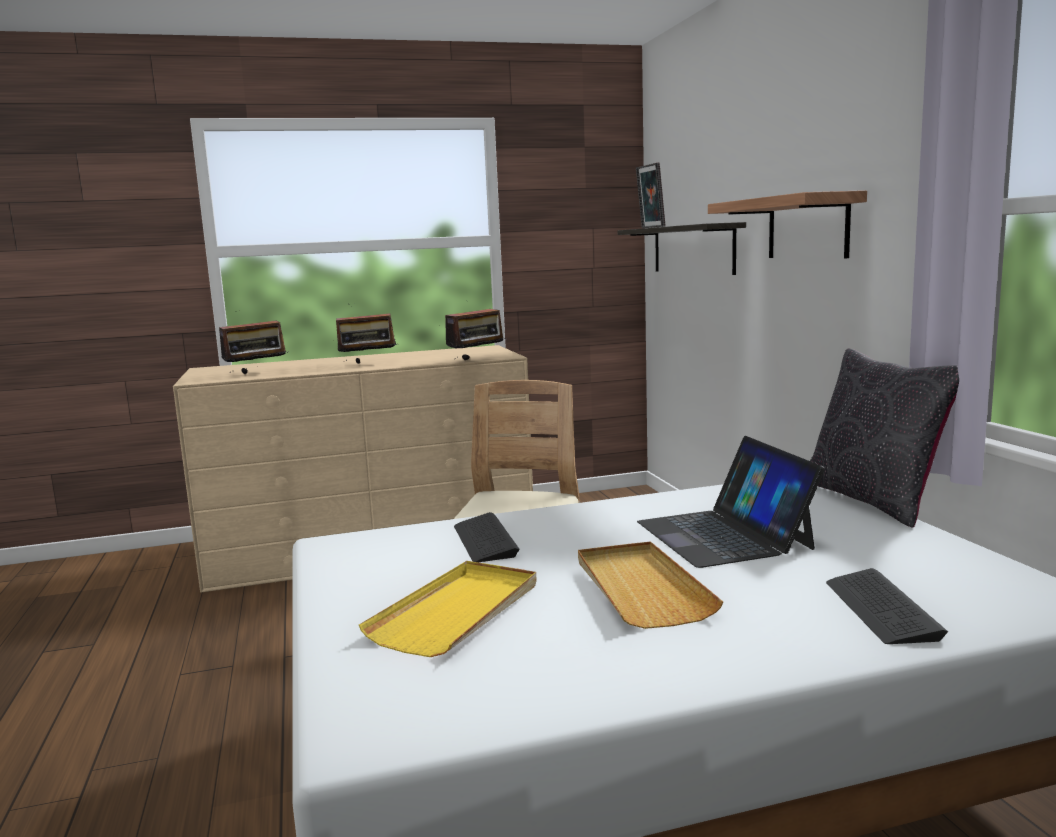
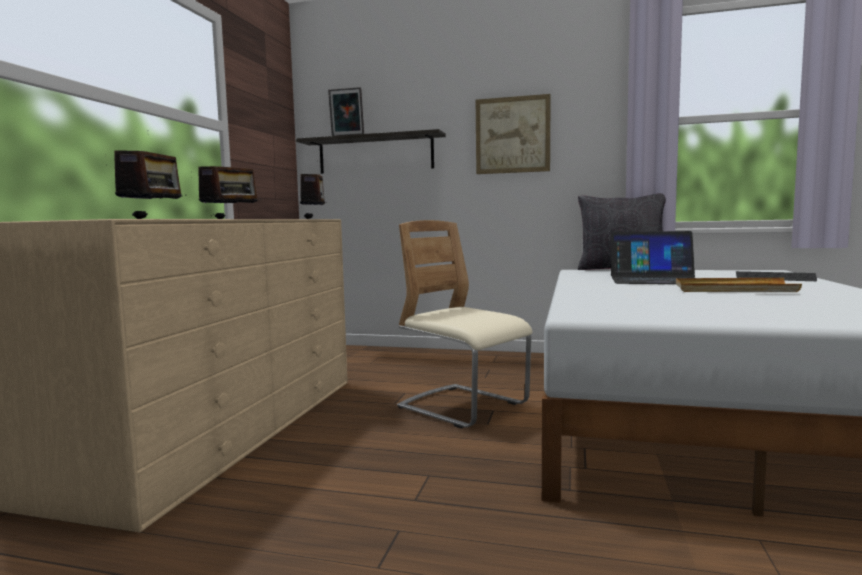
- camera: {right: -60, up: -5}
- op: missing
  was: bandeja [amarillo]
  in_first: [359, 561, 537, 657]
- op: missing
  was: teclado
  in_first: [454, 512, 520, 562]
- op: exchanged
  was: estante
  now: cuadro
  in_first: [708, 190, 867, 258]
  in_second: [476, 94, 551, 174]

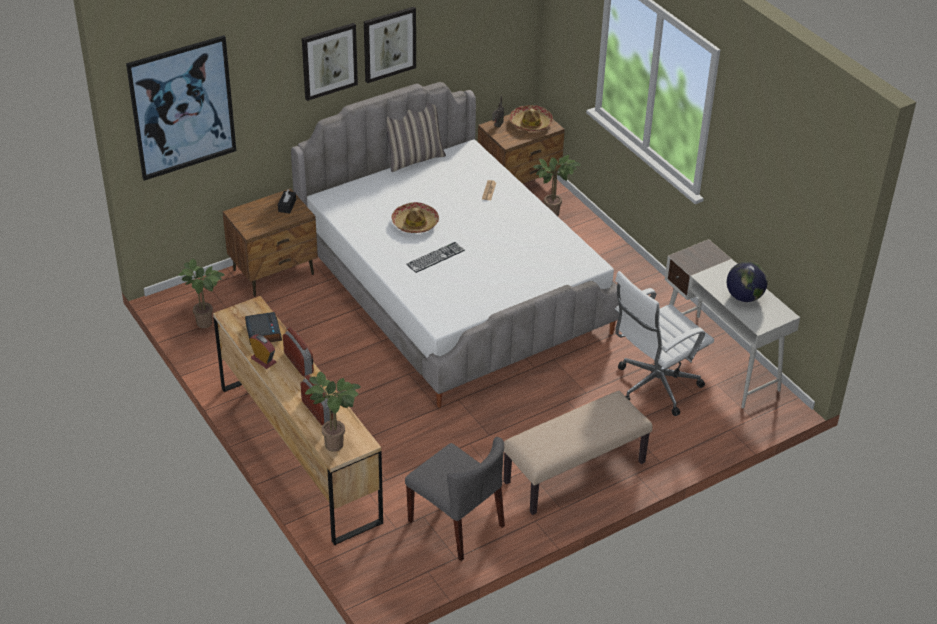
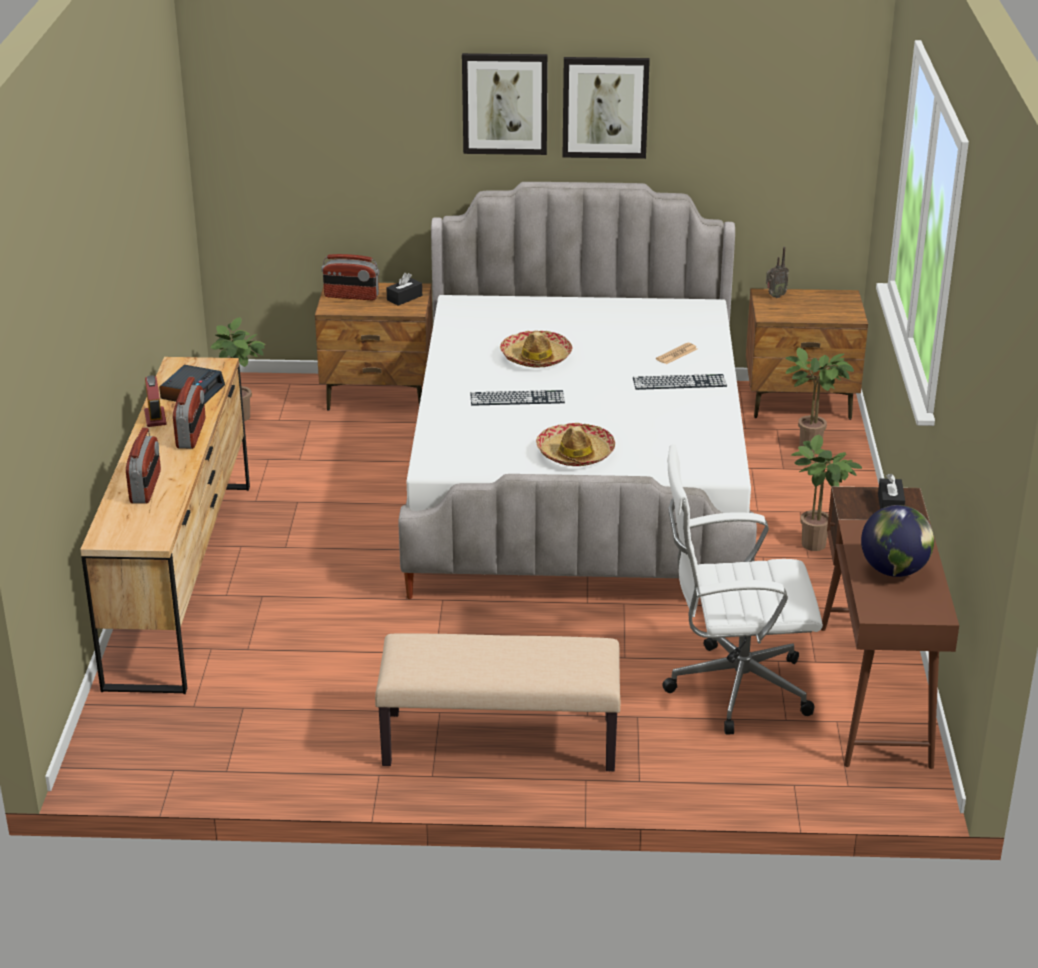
- camera: {right: 35, up: -10}
- op: missing
  was: cuadro
  in_first: [126, 35, 236, 181]
- op: relocated
  was: planta en maceta
  in_first: [305, 372, 361, 452]
  in_second: [791, 435, 862, 551]
- op: missing
  was: cojín
  in_first: [387, 103, 446, 172]
- op: missing
  was: silla [gris]
  in_first: [405, 437, 505, 561]
- op: relocated
  was: sombrero
  in_first: [509, 105, 553, 131]
  in_second: [536, 423, 615, 466]
- op: colour
  was: escritorio [blanco]
  now: escritorio [marrón]
  in_first: [665, 239, 800, 408]
  in_second: [821, 486, 959, 769]
- op: appeared
  now: radio
  in_second: [321, 254, 379, 300]
- op: appeared
  now: teclado
  in_second: [633, 374, 727, 390]
- op: appeared
  now: caja de pañuelos [negro]
  in_second: [878, 474, 905, 509]

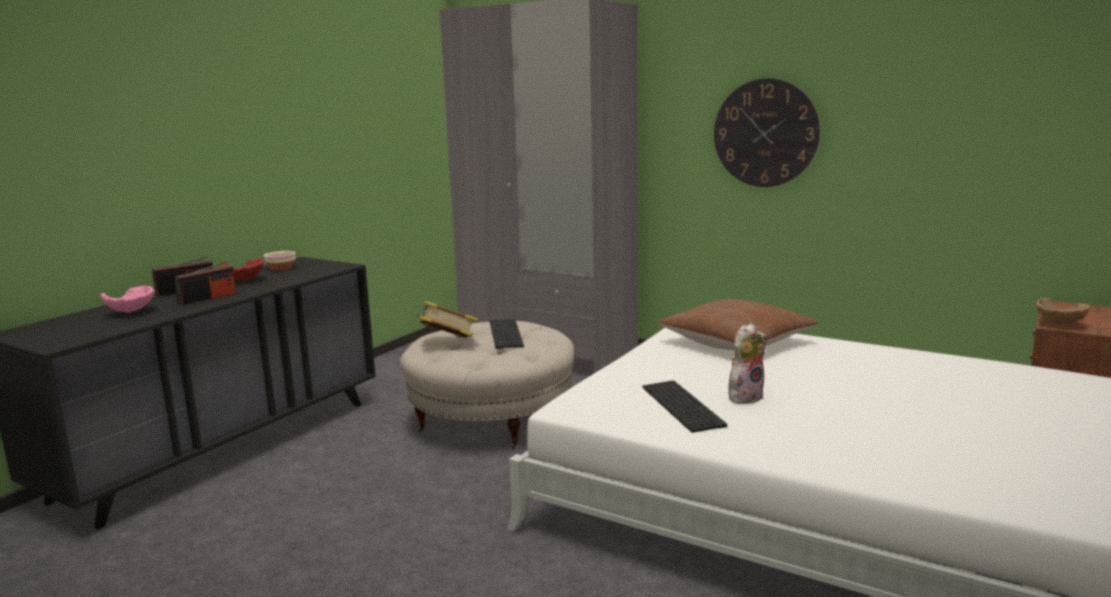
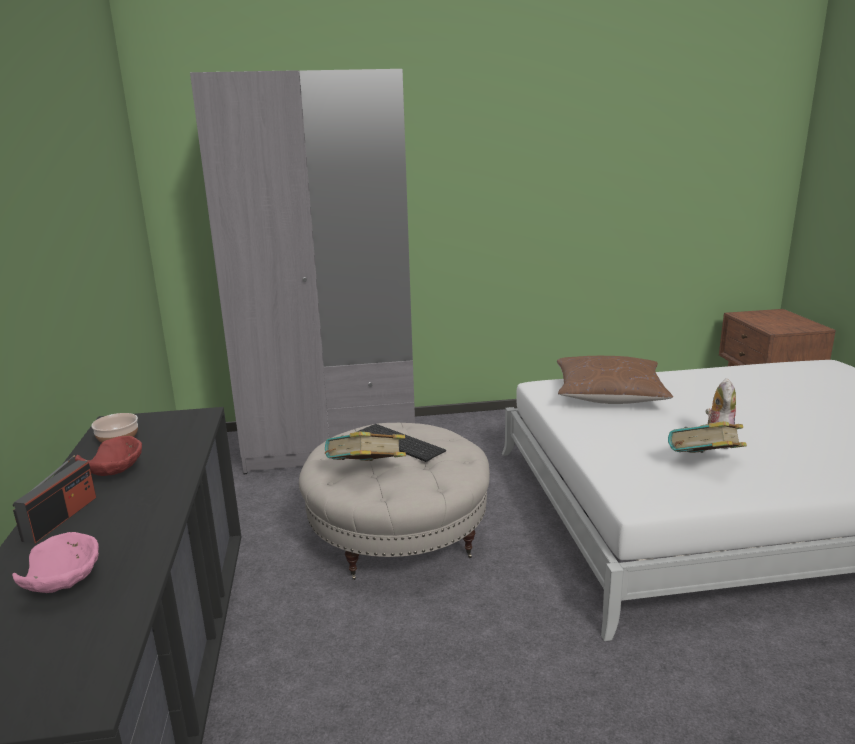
- camera: {right: -40, up: 5}
- op: missing
  was: radio
  in_first: [174, 261, 236, 306]
- op: exchanged
  was: teclado
  now: libro
  in_first: [642, 380, 727, 433]
  in_second: [668, 421, 747, 453]
- op: missing
  was: reloj de pared
  in_first: [714, 78, 820, 187]
- op: missing
  was: cuenco [marrón]
  in_first: [1036, 298, 1090, 324]

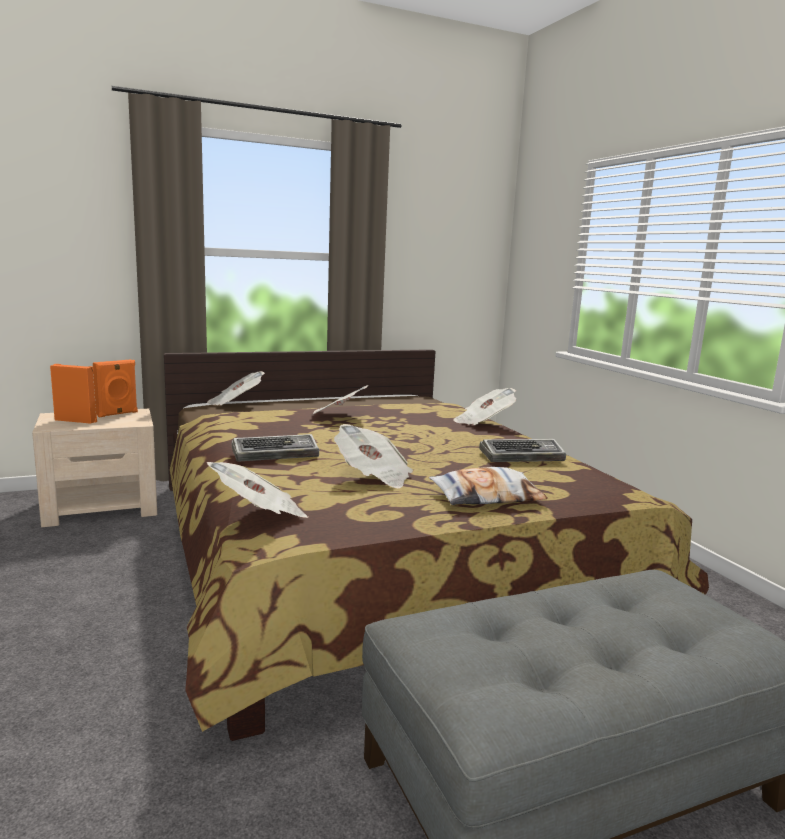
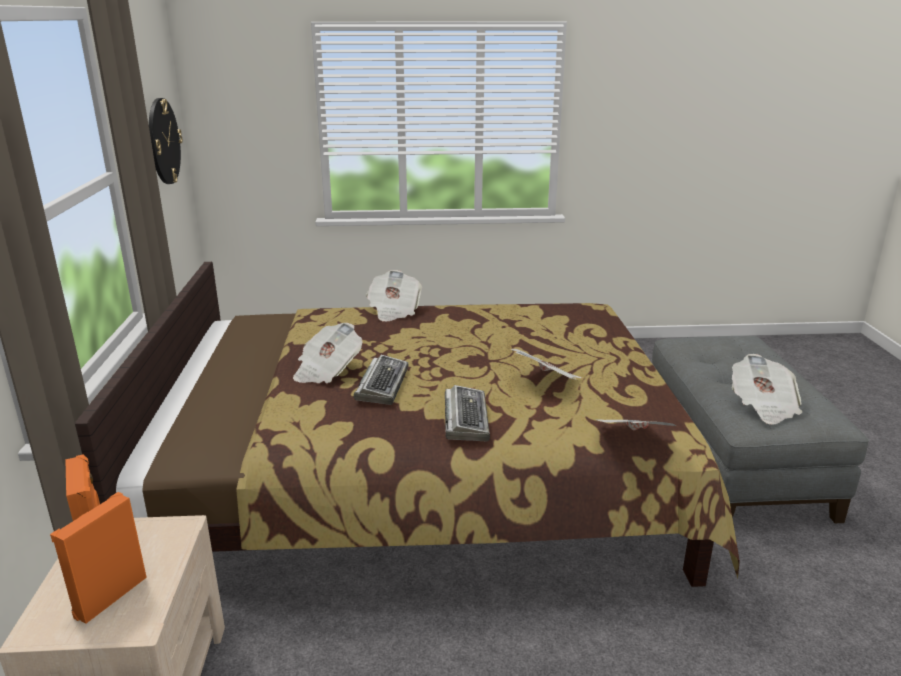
- camera: {right: -70, up: 10}
- op: relocated
  was: periódico
  in_first: [207, 371, 265, 405]
  in_second: [732, 354, 802, 425]
- op: missing
  was: cojín
  in_first: [429, 467, 548, 505]
- op: relocated
  was: teclado
  in_first: [479, 439, 566, 462]
  in_second: [354, 355, 409, 405]
- op: appeared
  now: reloj de pared
  in_second: [149, 98, 182, 184]

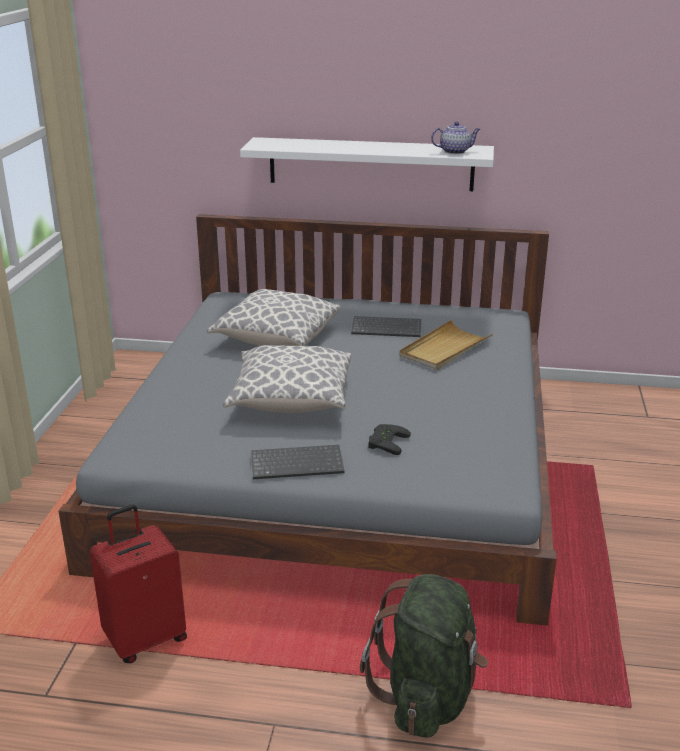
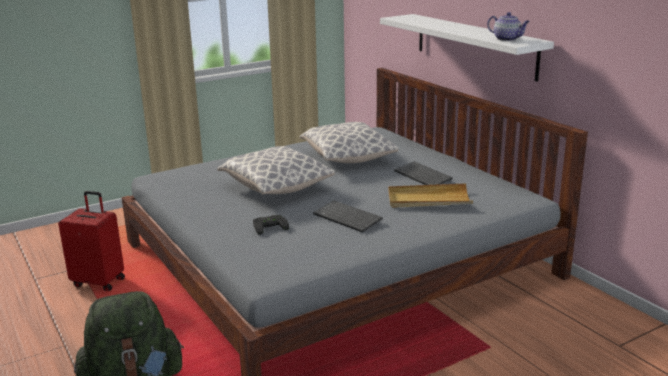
- camera: {right: 50, up: -5}
- op: relocated
  was: teclado
  in_first: [251, 445, 345, 479]
  in_second: [313, 200, 383, 233]

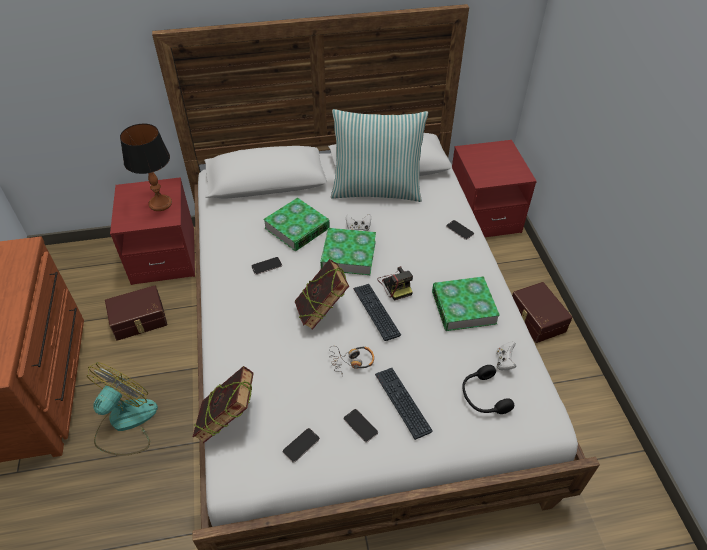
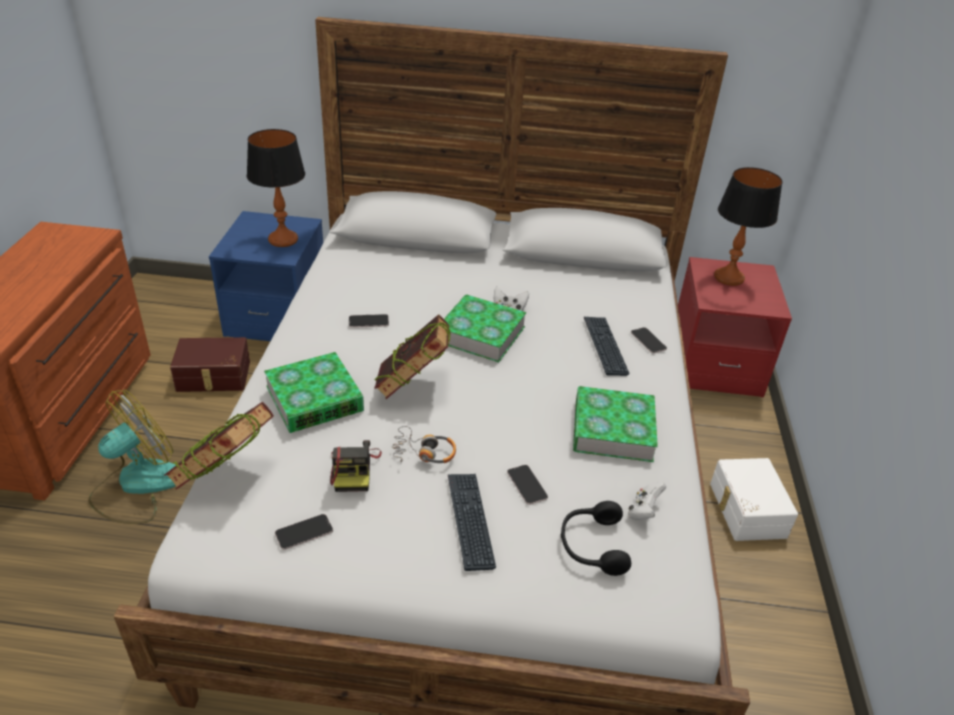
- camera: {right: 15, up: -10}
- op: colour
  was: mesita de noche [rojo]
  now: mesita de noche [azul]
  in_first: [110, 177, 195, 285]
  in_second: [209, 211, 323, 341]
- op: relocated
  was: libro
  in_first: [263, 198, 330, 251]
  in_second: [264, 352, 364, 433]
- op: missing
  was: cojín
  in_first: [331, 109, 428, 202]
- op: relocated
  was: móvil
  in_first: [344, 409, 378, 443]
  in_second: [507, 465, 548, 505]
- op: relocated
  was: teclado
  in_first: [353, 284, 401, 341]
  in_second: [584, 317, 630, 376]
- op: relocated
  was: cámara
  in_first: [378, 266, 413, 301]
  in_second: [330, 440, 382, 492]
- op: colour
  was: caja de almacenaje [marrón]
  now: caja de almacenaje [blanco]
  in_first: [512, 282, 572, 343]
  in_second: [710, 458, 798, 541]
- op: appeared
  now: lámpara de mesa
  in_second: [714, 167, 783, 286]

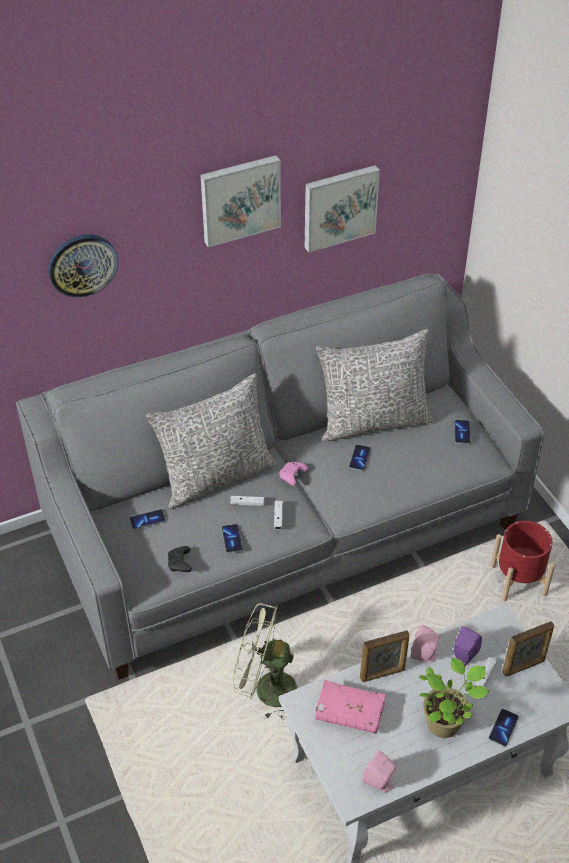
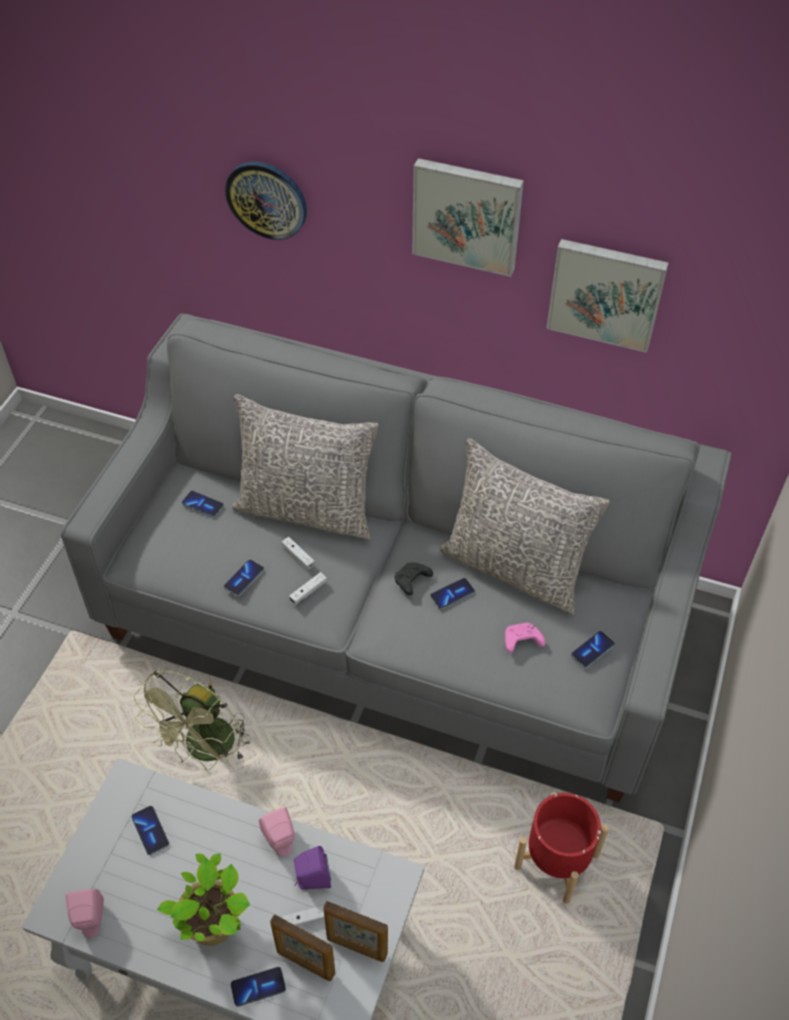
- camera: {right: 45, up: 5}
- op: relocated
  was: mando de consola [negro]
  in_first: [168, 546, 192, 572]
  in_second: [395, 562, 433, 595]
- op: spun
  was: ventilador [verde]
  in_first: [233, 603, 298, 720]
  in_second: [134, 670, 251, 771]
  clockwise: -120
- op: relocated
  was: mando de consola [rosa]
  in_first: [279, 462, 308, 486]
  in_second: [505, 623, 546, 653]
- op: exchanged
  was: libro [rosa]
  now: móvil
  in_first: [315, 680, 386, 734]
  in_second: [132, 806, 169, 855]
- op: relocated
  was: portarretratos
  in_first: [360, 630, 410, 682]
  in_second: [270, 914, 336, 981]

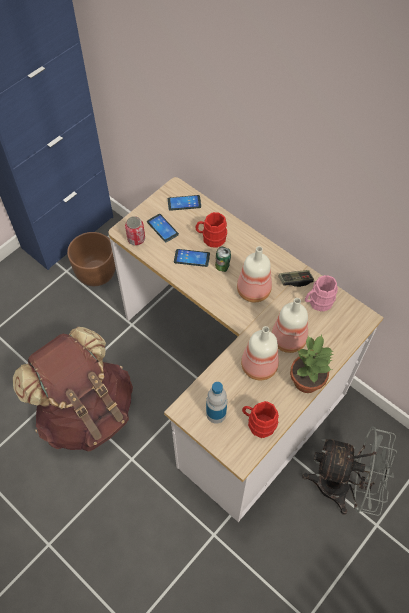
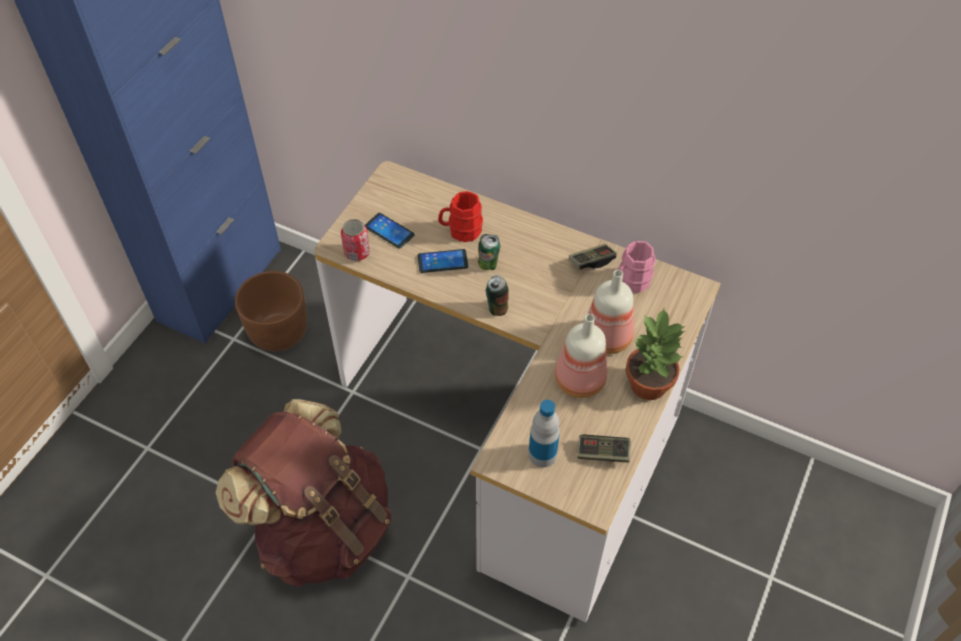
- camera: {right: -15, up: -5}
- op: missing
  was: móvil
  in_first: [168, 195, 201, 211]
- op: missing
  was: botella
  in_first: [237, 246, 272, 302]
- op: exchanged
  was: taza grande [rojo]
  now: mando de consola
  in_first: [242, 401, 279, 438]
  in_second: [577, 435, 631, 462]
- op: missing
  was: ventilador [gris]
  in_first: [302, 426, 397, 516]
- op: appeared
  now: lata
  in_second: [486, 275, 509, 316]

